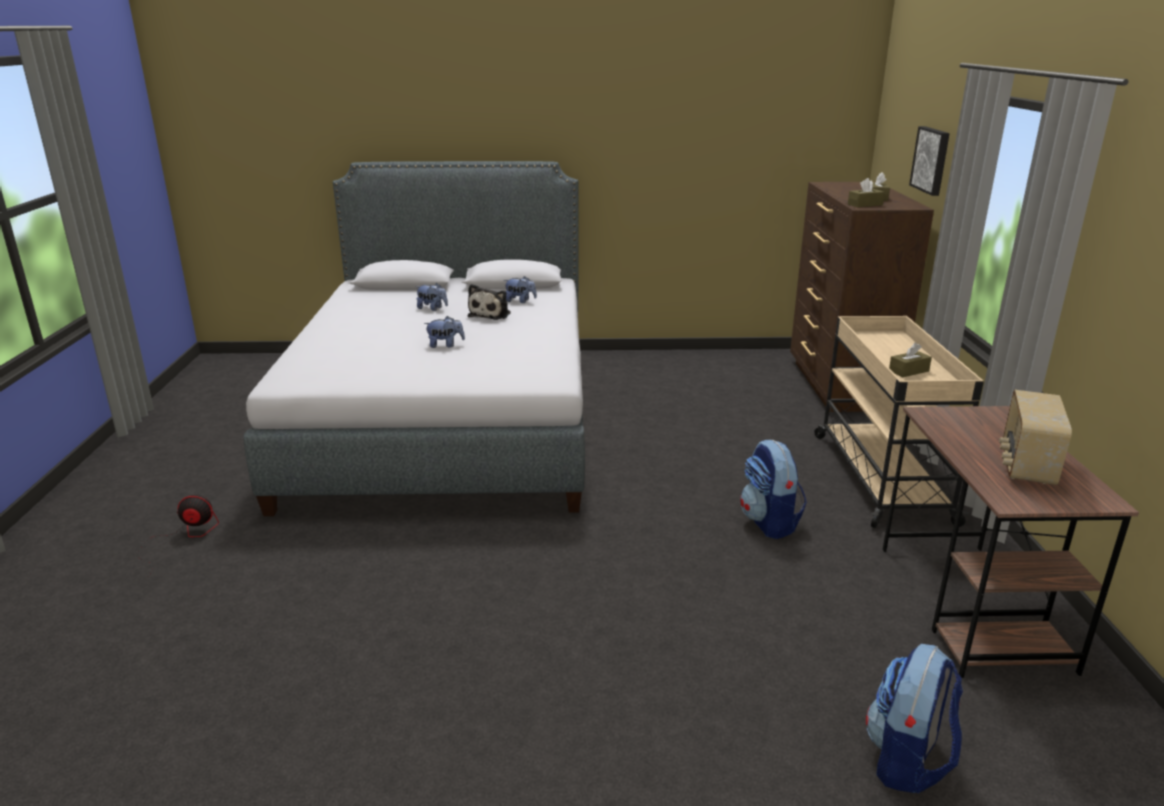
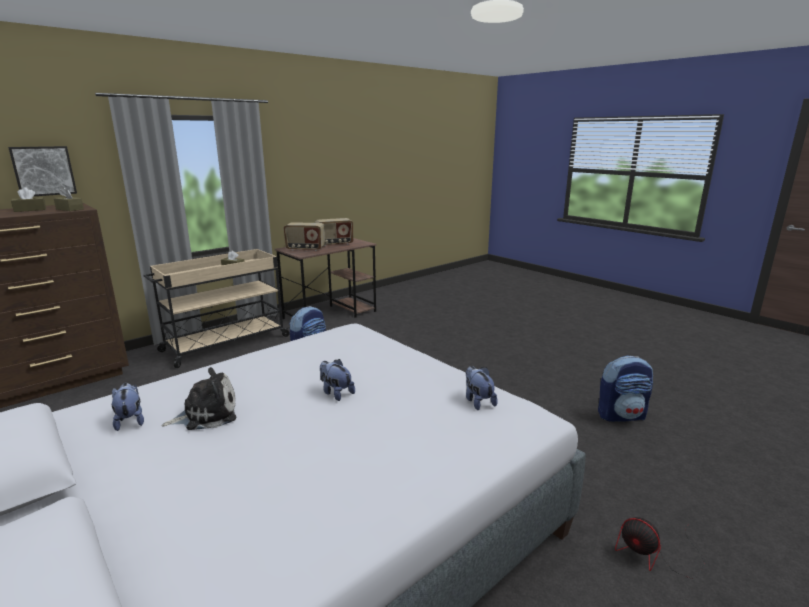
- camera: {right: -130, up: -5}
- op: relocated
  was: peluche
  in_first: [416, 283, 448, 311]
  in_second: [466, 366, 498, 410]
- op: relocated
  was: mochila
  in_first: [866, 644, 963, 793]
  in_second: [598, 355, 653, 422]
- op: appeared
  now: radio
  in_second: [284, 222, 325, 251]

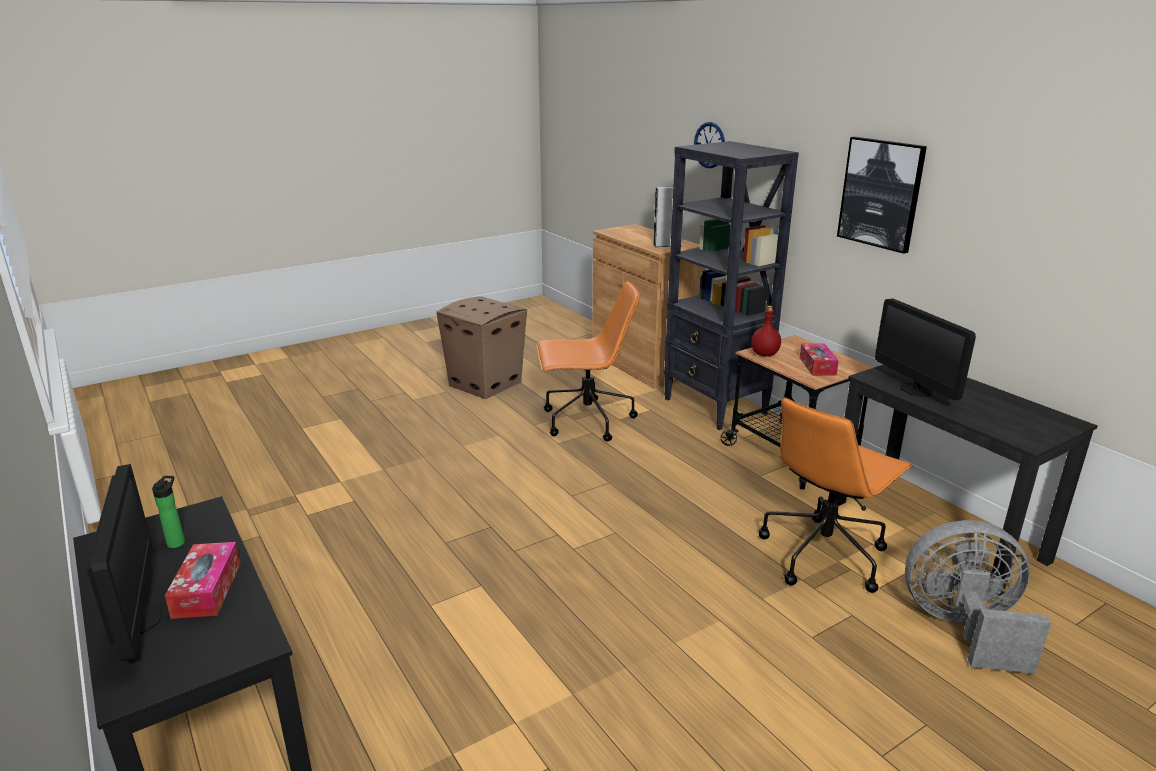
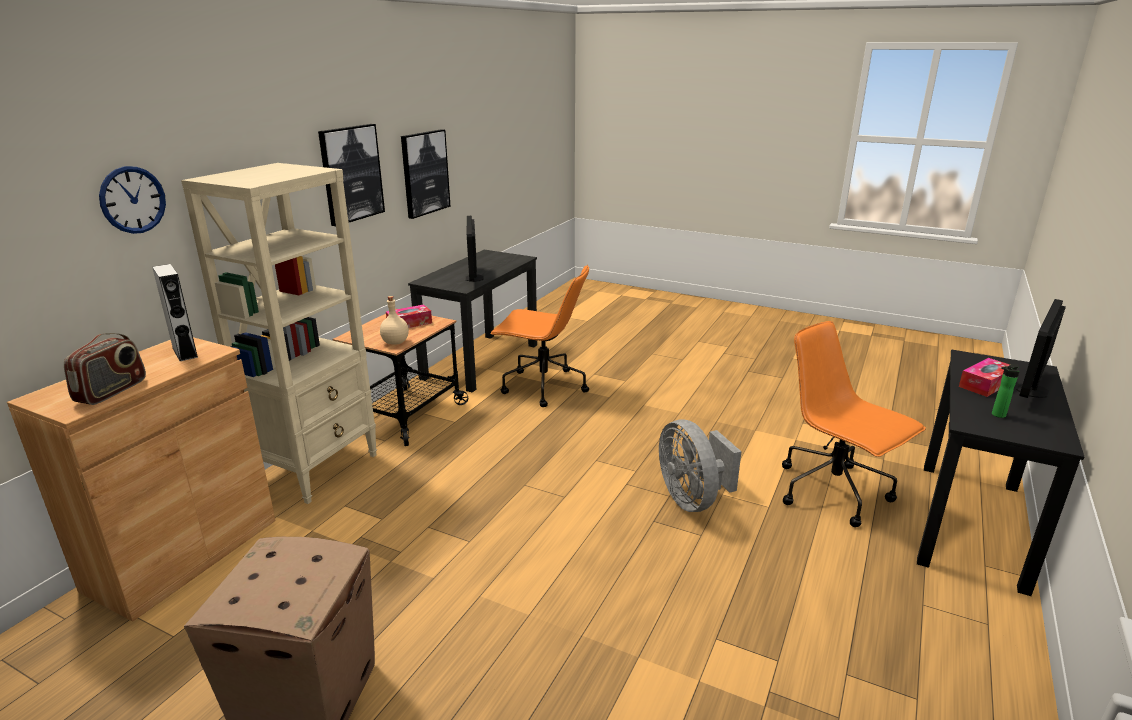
- camera: {right: -120, up: 0}
- op: relocated
  was: silla de oficina [naranja]
  in_first: [536, 281, 640, 442]
  in_second: [782, 321, 926, 527]
- op: colour
  was: estantería [negro]
  now: estantería [beis]
  in_first: [664, 141, 799, 430]
  in_second: [181, 163, 377, 504]
- op: colour
  was: botella [rojo]
  now: botella [beis]
  in_first: [751, 306, 781, 357]
  in_second: [380, 296, 409, 345]
- op: spun
  was: monitor
  in_first: [875, 299, 976, 400]
  in_second: [466, 216, 484, 282]
  clockwise: 135
- op: relocated
  was: ventilador [gris]
  in_first: [905, 520, 1051, 674]
  in_second: [659, 419, 742, 512]
- op: appeared
  now: radio
  in_second: [64, 333, 146, 405]
- op: appeared
  now: cuadro
  in_second: [401, 129, 451, 219]

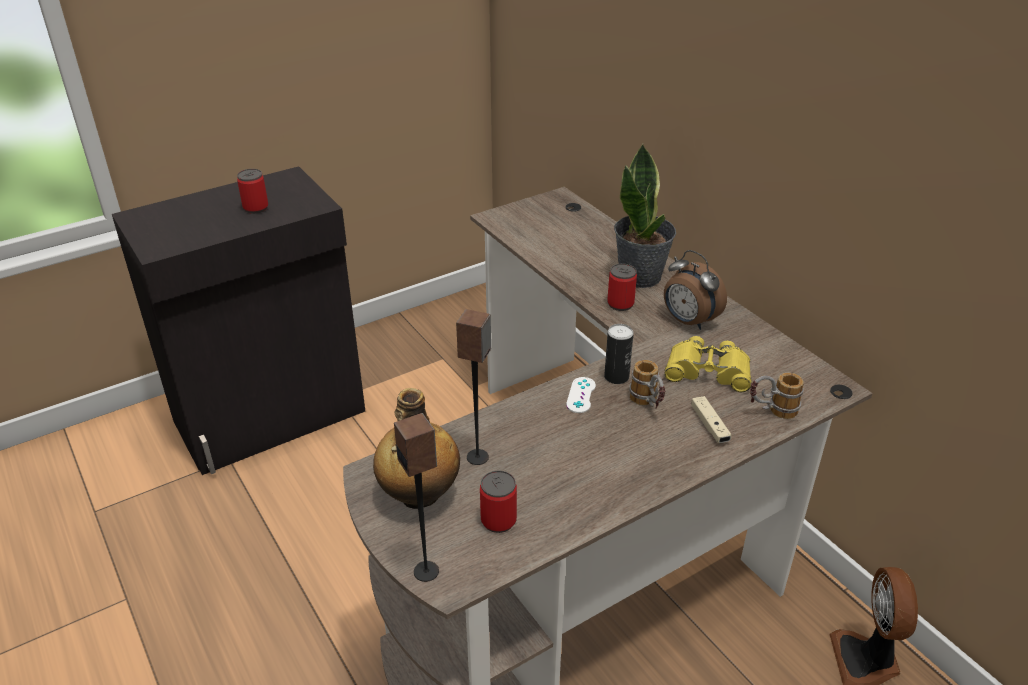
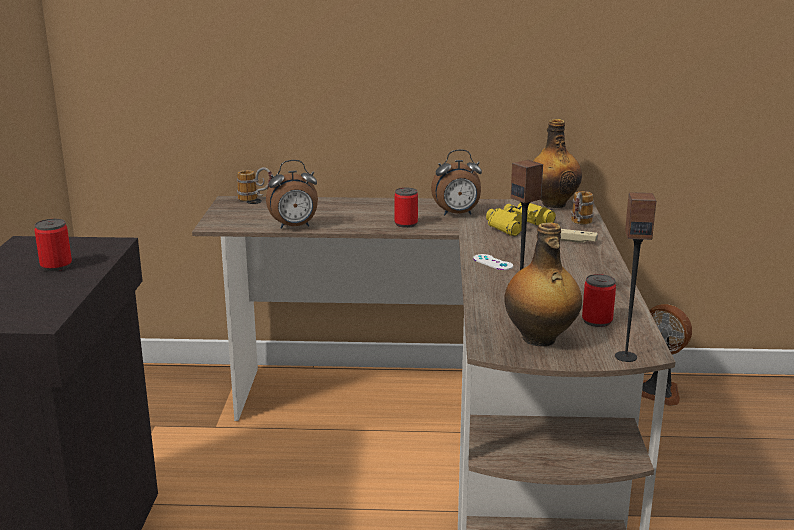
- camera: {right: -55, up: -15}
- op: missing
  was: lata
  in_first: [604, 324, 634, 384]
- op: missing
  was: planta en maceta
  in_first: [614, 144, 676, 288]
- op: relocated
  was: taza grande
  in_first: [629, 360, 666, 409]
  in_second: [237, 167, 273, 201]
- op: appeared
  now: despertador
  in_second: [266, 160, 318, 229]
- op: appeared
  now: botella
  in_second: [533, 119, 582, 208]

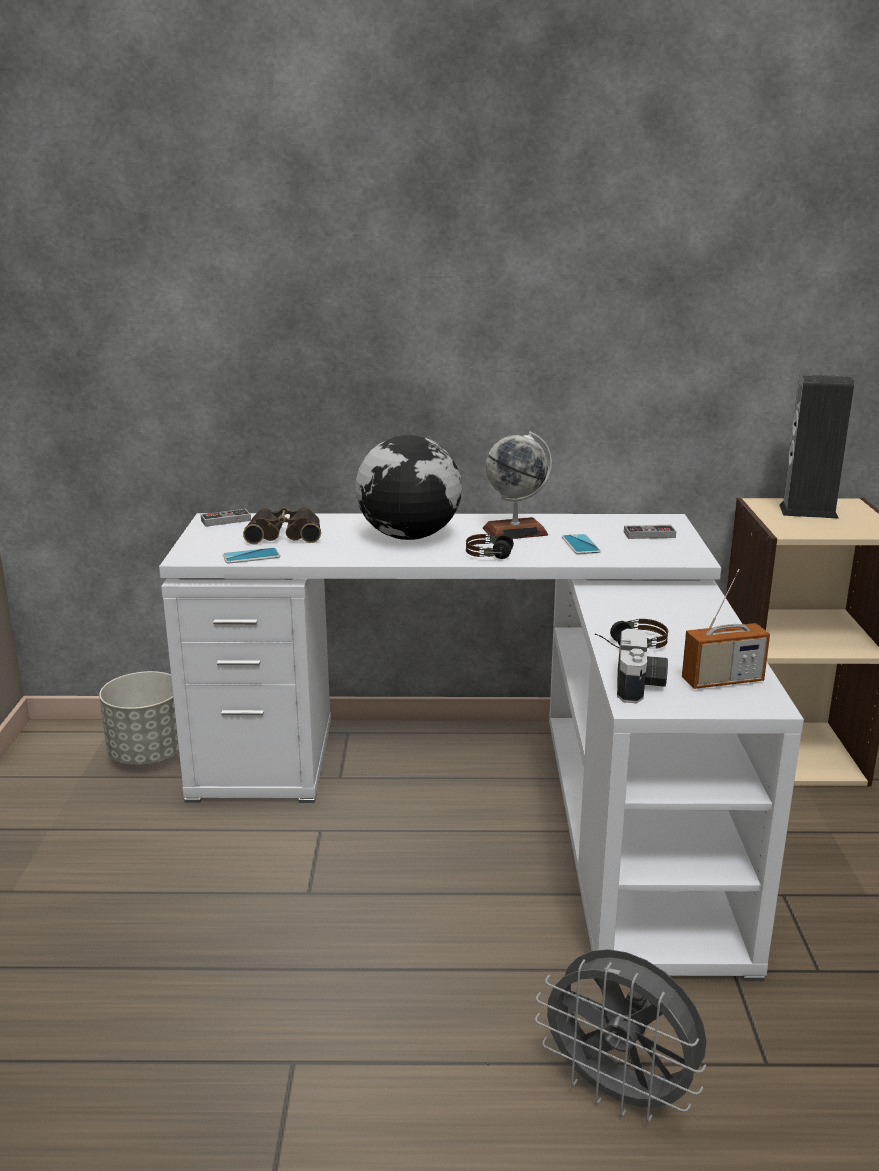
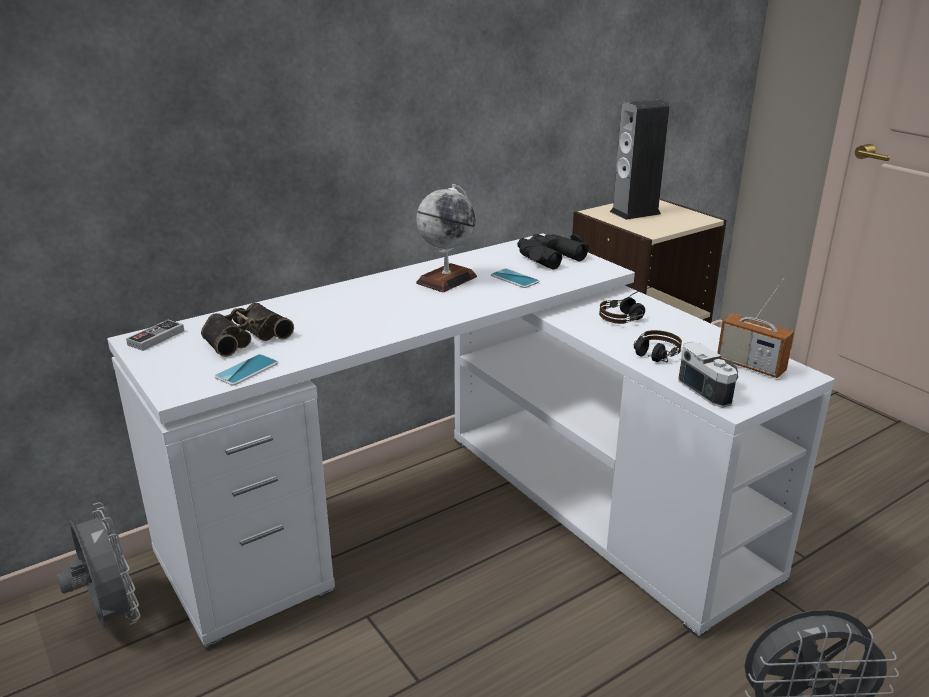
- camera: {right: -35, up: 5}
- op: exchanged
  was: maceta [gris]
  now: ventilador [gris]
  in_first: [99, 671, 179, 765]
  in_second: [57, 502, 141, 629]
- op: missing
  was: globo terráqueo
  in_first: [355, 435, 462, 540]
- op: relocated
  was: auriculares
  in_first: [466, 531, 540, 559]
  in_second: [599, 287, 651, 324]
- op: exchanged
  was: mando de consola
  now: prismáticos [negro]
  in_first: [624, 525, 676, 539]
  in_second: [517, 234, 589, 269]
- op: spun
  was: radio
  in_first: [682, 569, 770, 689]
  in_second: [717, 278, 794, 378]
  clockwise: 90

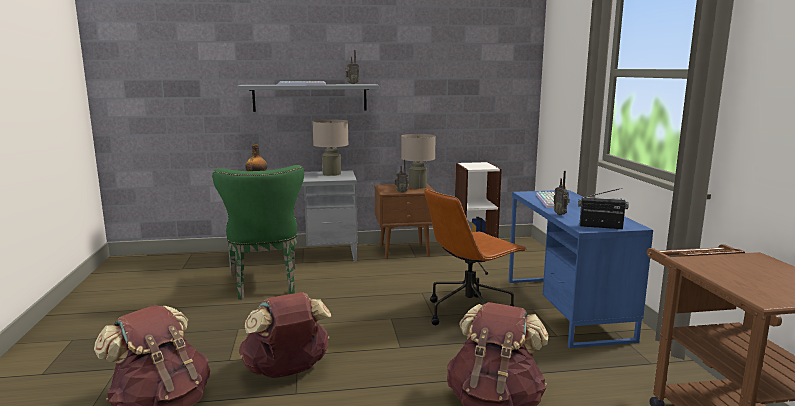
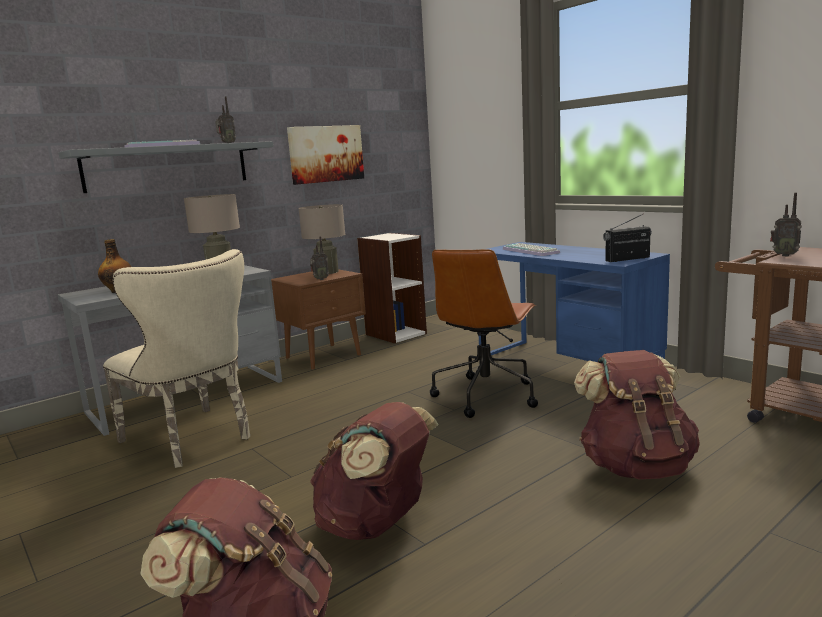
- camera: {right: -30, up: 0}
- op: colour
  was: silla [verde]
  now: silla [beis]
  in_first: [212, 165, 304, 299]
  in_second: [103, 249, 250, 468]
- op: relocated
  was: radio
  in_first: [554, 171, 570, 215]
  in_second: [770, 192, 802, 256]
- op: appeared
  now: cuadro
  in_second: [287, 125, 364, 185]

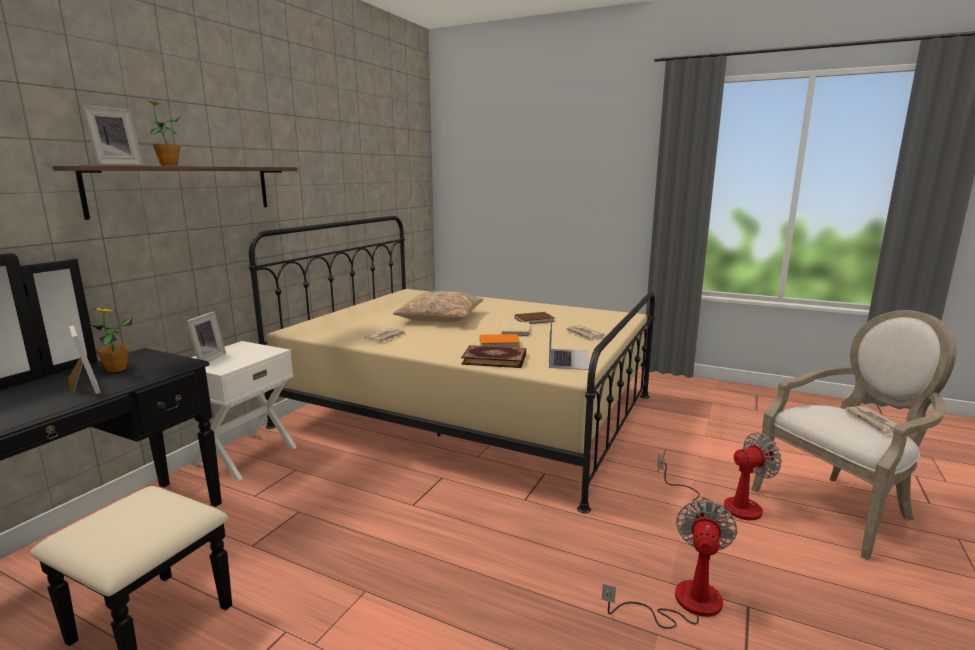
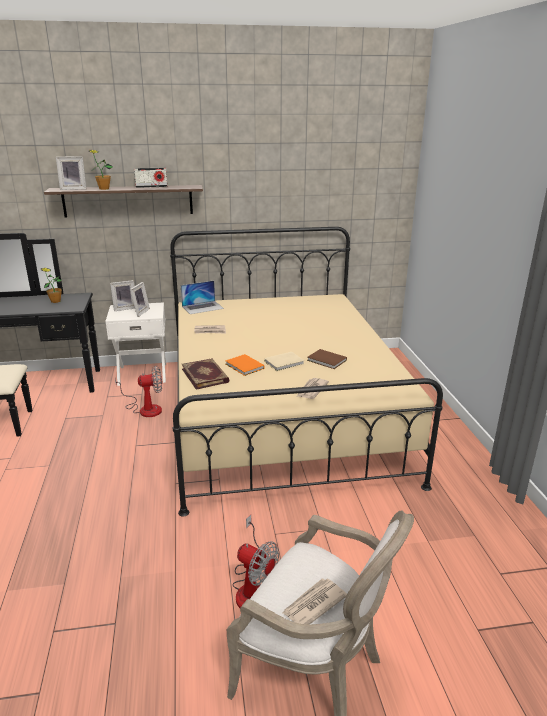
- camera: {right: 55, up: 10}
- op: relocated
  was: portarretratos
  in_first: [69, 325, 100, 394]
  in_second: [130, 282, 150, 317]
- op: missing
  was: cojín [beis]
  in_first: [393, 291, 484, 322]
- op: relocated
  was: portátil
  in_first: [549, 318, 590, 370]
  in_second: [181, 281, 224, 314]
- op: relocated
  was: ventilador
  in_first: [602, 500, 737, 629]
  in_second: [115, 366, 162, 417]
- op: appeared
  now: radio
  in_second: [134, 167, 168, 188]

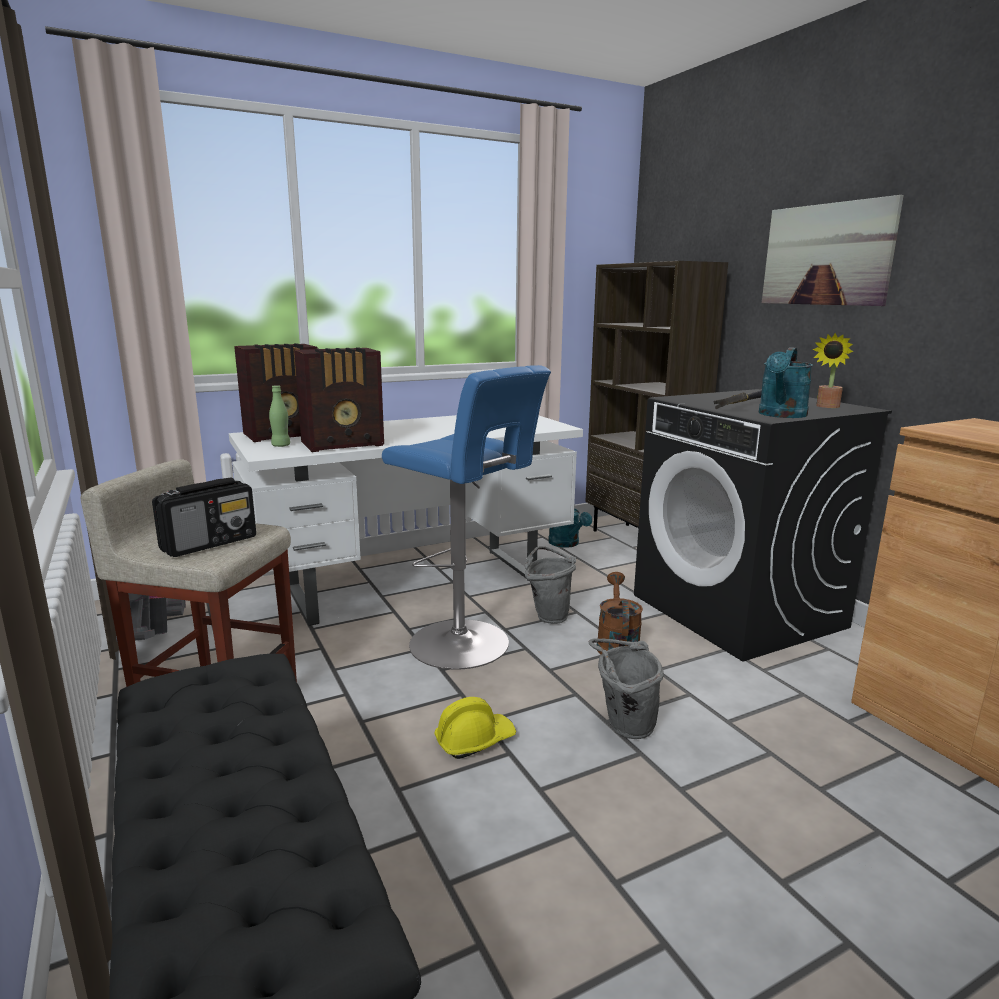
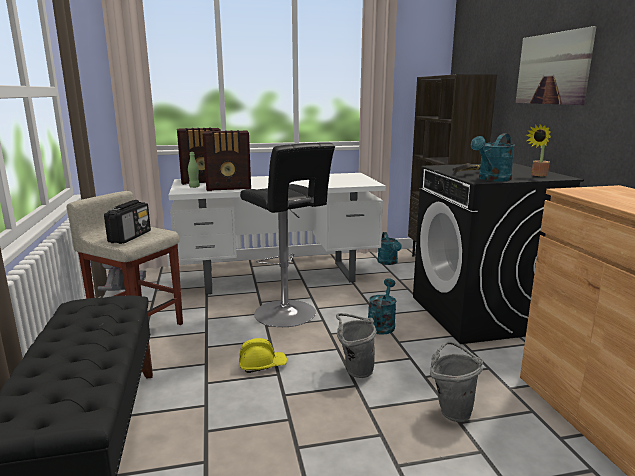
- camera: {right: 15, up: 0}
- op: spun
  was: radio
  in_first: [152, 478, 256, 557]
  in_second: [104, 200, 151, 244]
  clockwise: -45
- op: colour
  was: taburete [azul]
  now: taburete [negro]
  in_first: [382, 365, 551, 669]
  in_second: [240, 142, 335, 327]
- op: relocated
  was: cubo [gris]
  in_first: [525, 546, 576, 624]
  in_second: [430, 341, 483, 422]
- op: colour
  was: regadera [marrón]
  now: regadera [turquesa]
  in_first: [597, 572, 643, 655]
  in_second: [368, 278, 396, 335]

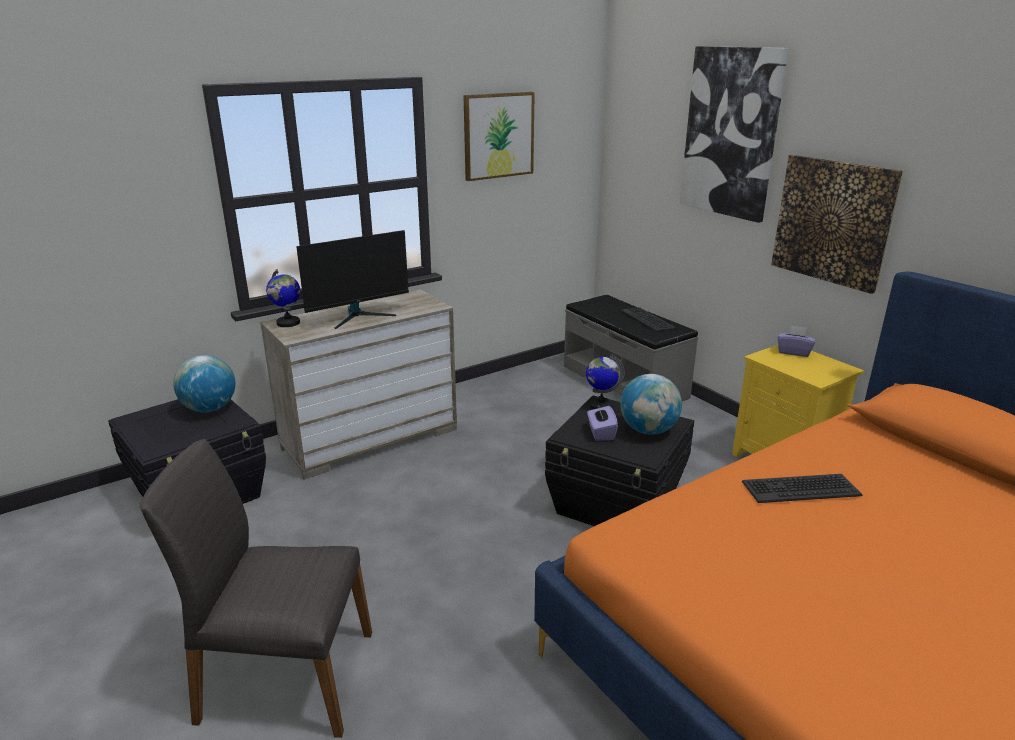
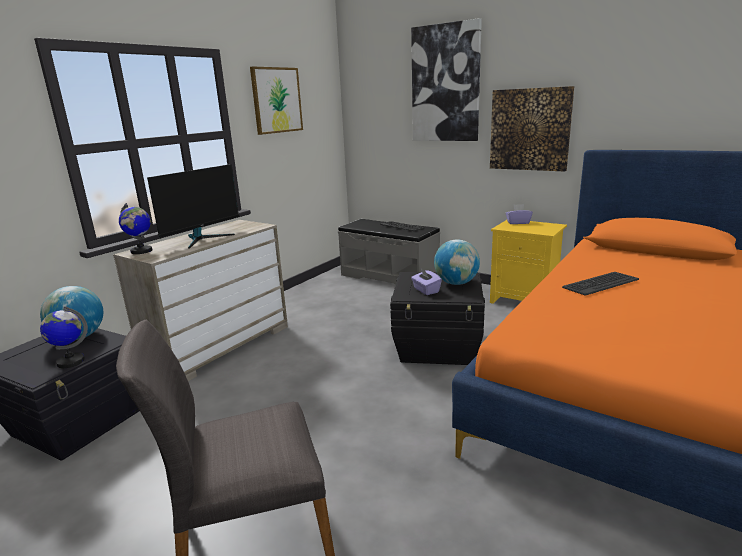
- camera: {right: -20, up: -5}
- op: relocated
  was: globo terráqueo
  in_first: [586, 355, 625, 409]
  in_second: [40, 306, 88, 368]

